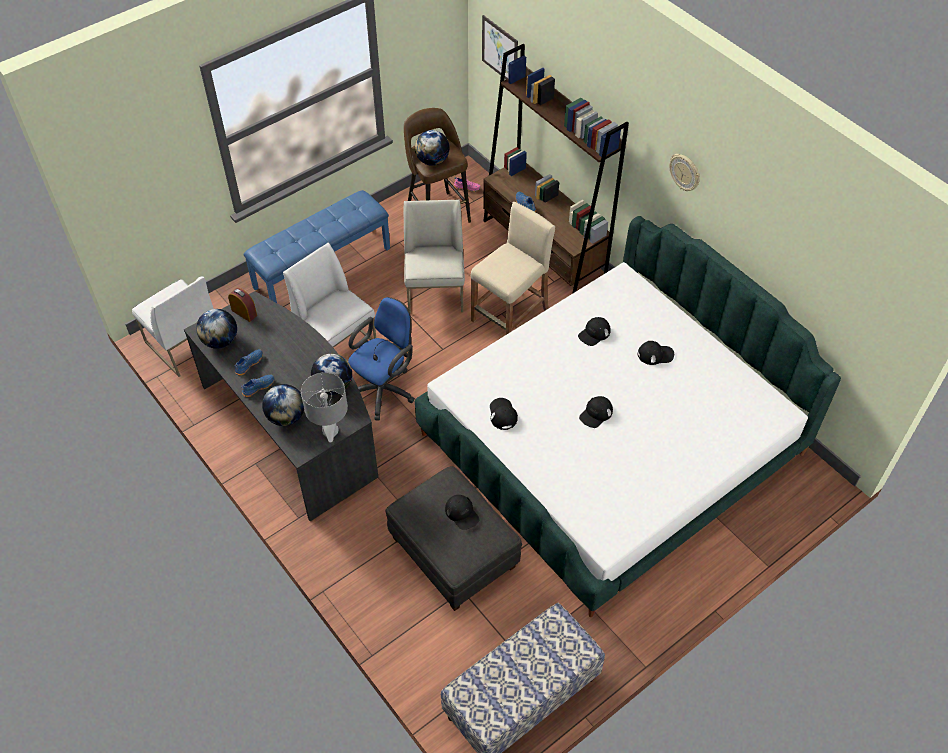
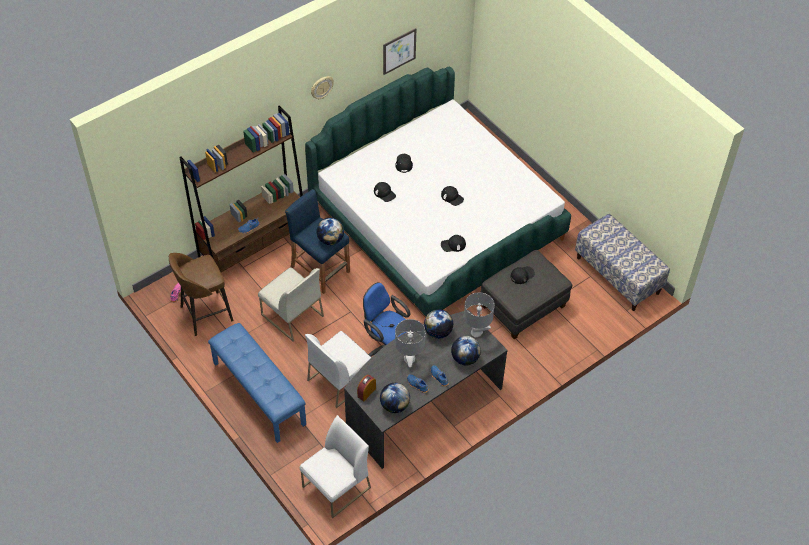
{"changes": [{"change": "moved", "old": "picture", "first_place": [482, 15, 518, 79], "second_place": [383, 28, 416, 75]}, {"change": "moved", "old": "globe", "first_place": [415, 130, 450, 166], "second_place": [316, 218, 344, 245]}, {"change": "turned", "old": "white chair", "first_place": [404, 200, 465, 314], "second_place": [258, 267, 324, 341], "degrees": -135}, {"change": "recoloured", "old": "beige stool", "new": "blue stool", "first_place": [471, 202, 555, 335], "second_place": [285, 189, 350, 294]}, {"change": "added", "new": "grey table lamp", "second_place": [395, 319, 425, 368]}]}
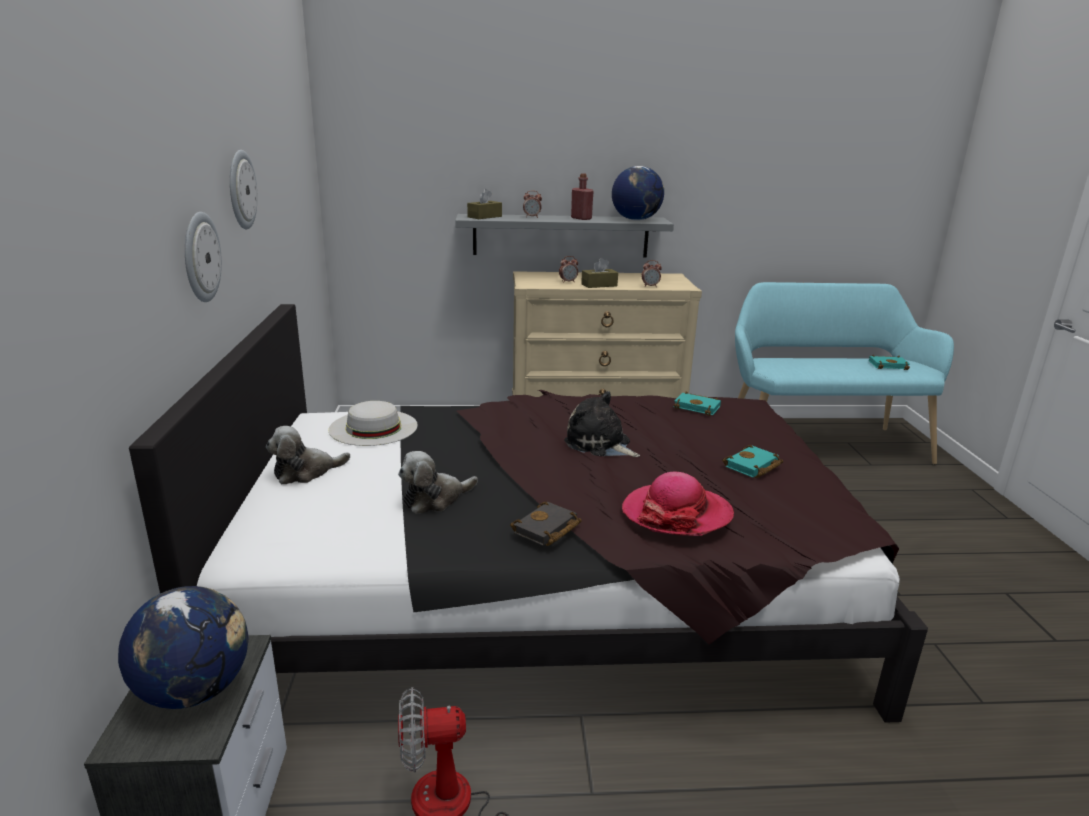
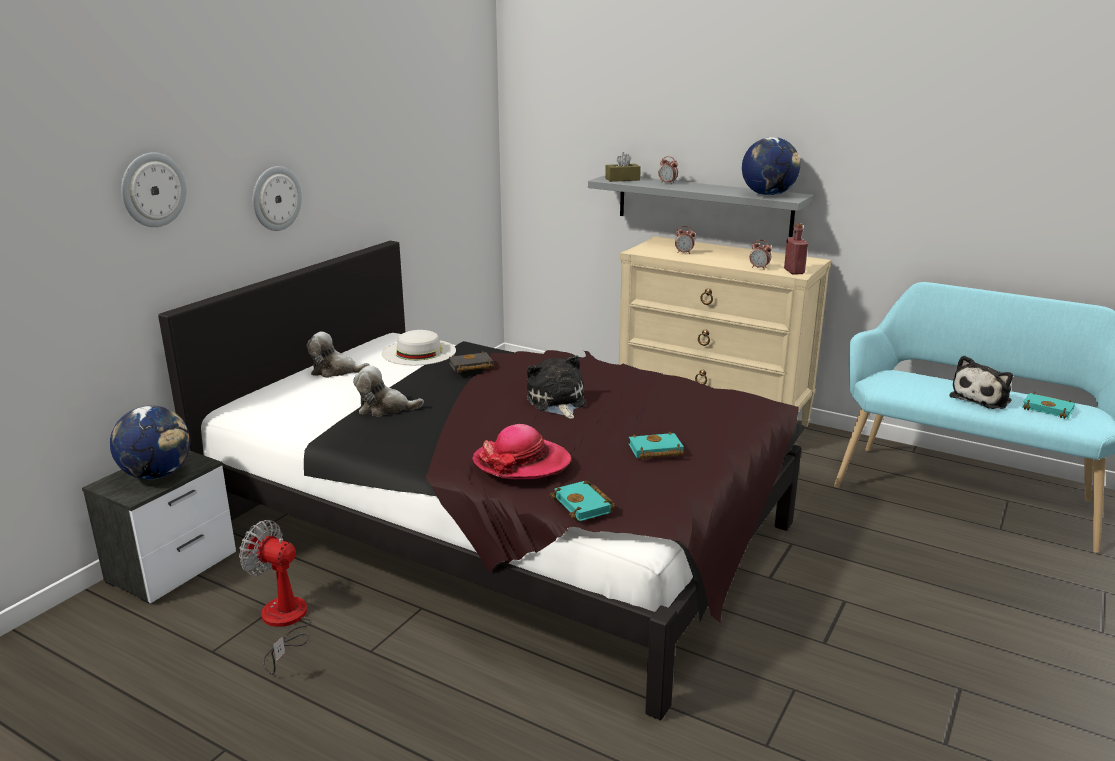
{"changes": [{"change": "moved", "old": "wall clock", "first_place": [230, 150, 257, 230], "second_place": [121, 152, 187, 227]}, {"change": "moved", "old": "red bottle", "first_place": [571, 173, 594, 220], "second_place": [784, 223, 808, 275]}, {"change": "removed", "old": "brown tissue box", "first_place": [581, 258, 618, 288]}, {"change": "moved", "old": "turquoise book", "first_place": [674, 391, 721, 416], "second_place": [550, 481, 616, 521]}, {"change": "moved", "old": "black book", "first_place": [510, 501, 582, 546], "second_place": [449, 351, 493, 373]}, {"change": "added", "new": "plush toy", "second_place": [949, 356, 1013, 409]}]}
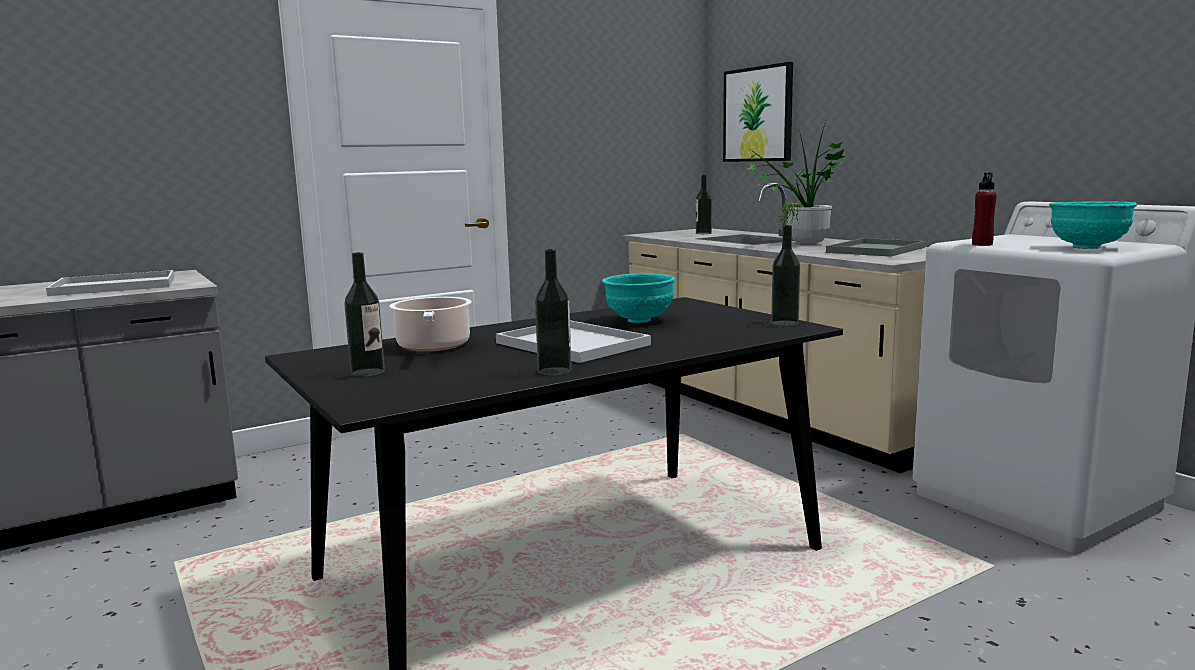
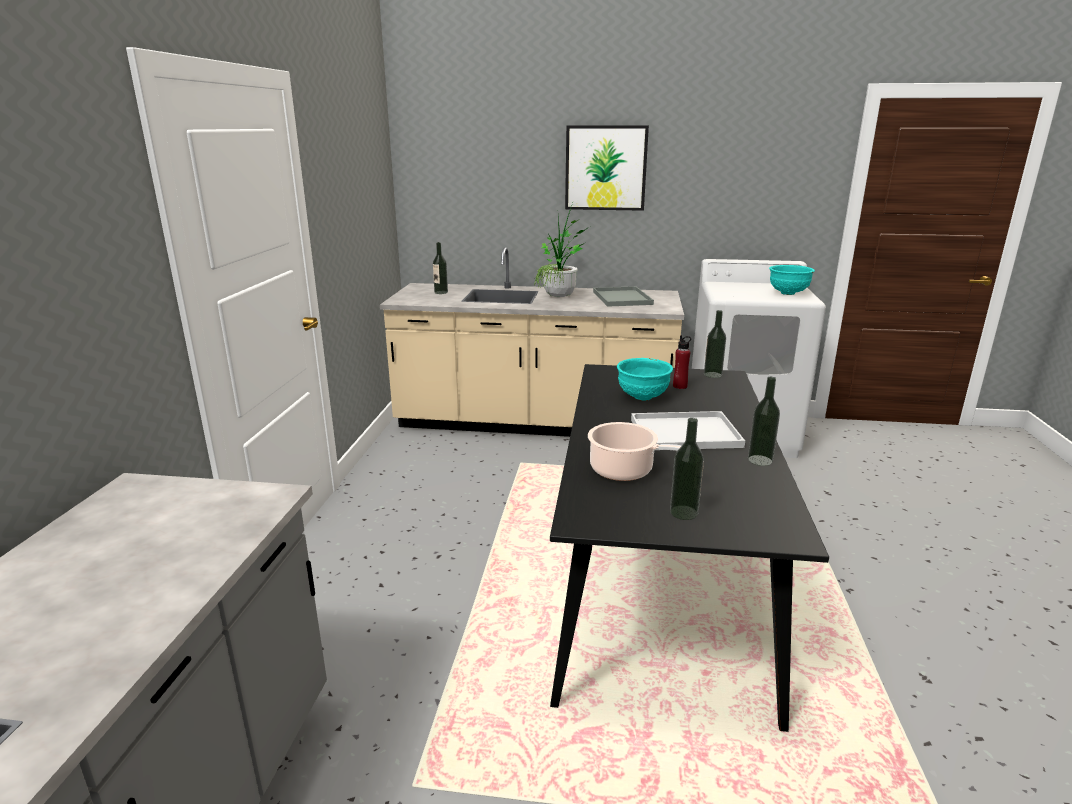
{"changes": [{"change": "moved", "old": "picture", "first_place": [723, 62, 793, 162], "second_place": [565, 125, 649, 211]}, {"change": "moved", "old": "red bottle", "first_place": [972, 173, 997, 246], "second_place": [673, 335, 691, 389]}, {"change": "removed", "old": "white tray", "first_place": [46, 270, 174, 296]}]}
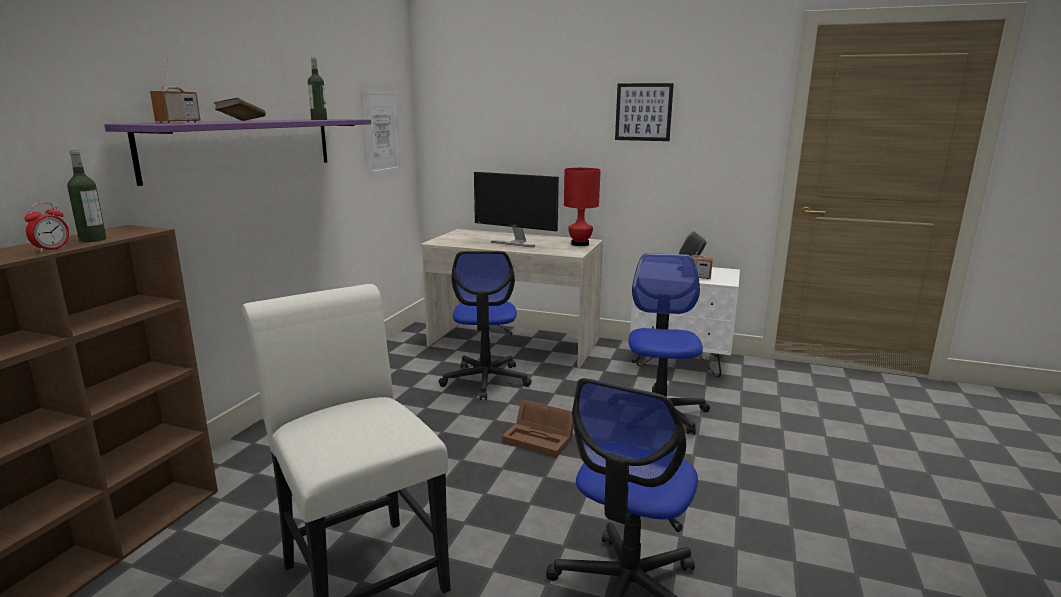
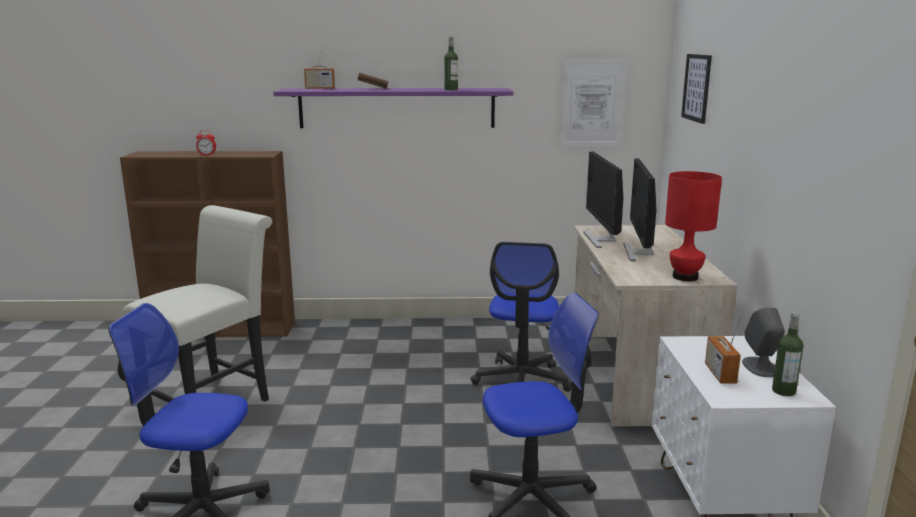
{"changes": [{"change": "moved", "old": "picture", "first_place": [615, 83, 674, 141], "second_place": [681, 54, 712, 124]}, {"change": "moved", "old": "bottle", "first_place": [67, 150, 106, 242], "second_place": [772, 312, 803, 396]}, {"change": "turned", "old": "office chair", "first_place": [438, 251, 532, 400], "second_place": [471, 242, 572, 392], "degrees": -60}, {"change": "removed", "old": "brown storage box", "first_place": [502, 400, 574, 458]}, {"change": "added", "new": "monitor", "second_place": [584, 152, 623, 248]}]}
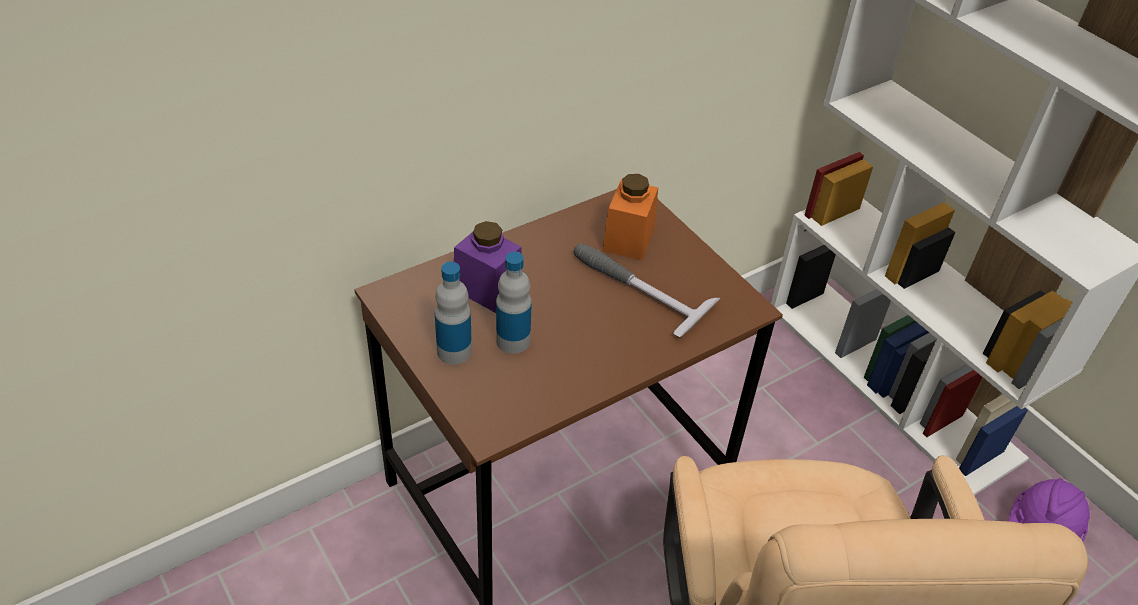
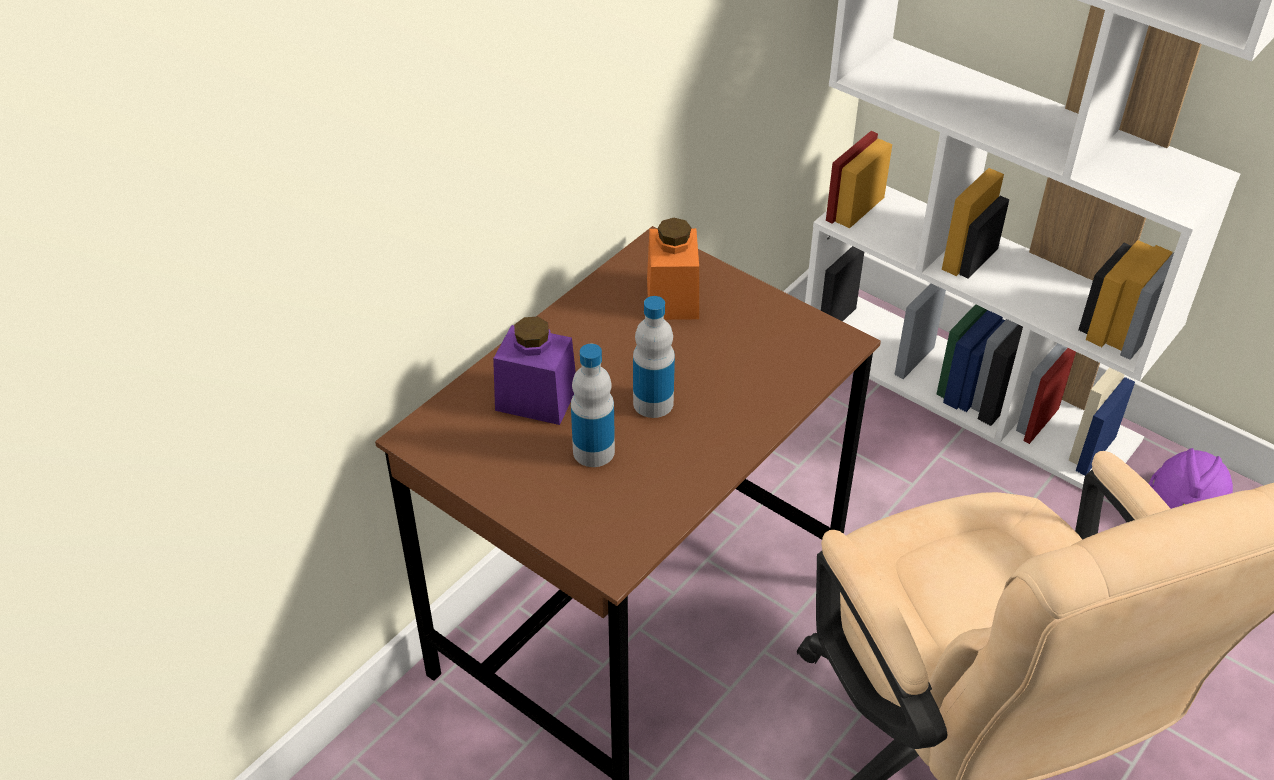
{"changes": [{"change": "removed", "old": "hammer", "first_place": [574, 244, 720, 337]}, {"change": "moved", "old": "bottle", "first_place": [435, 262, 472, 364], "second_place": [633, 296, 675, 418]}]}
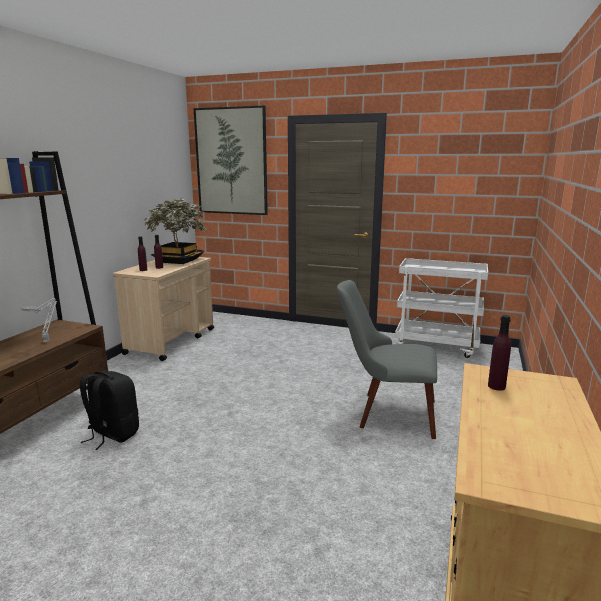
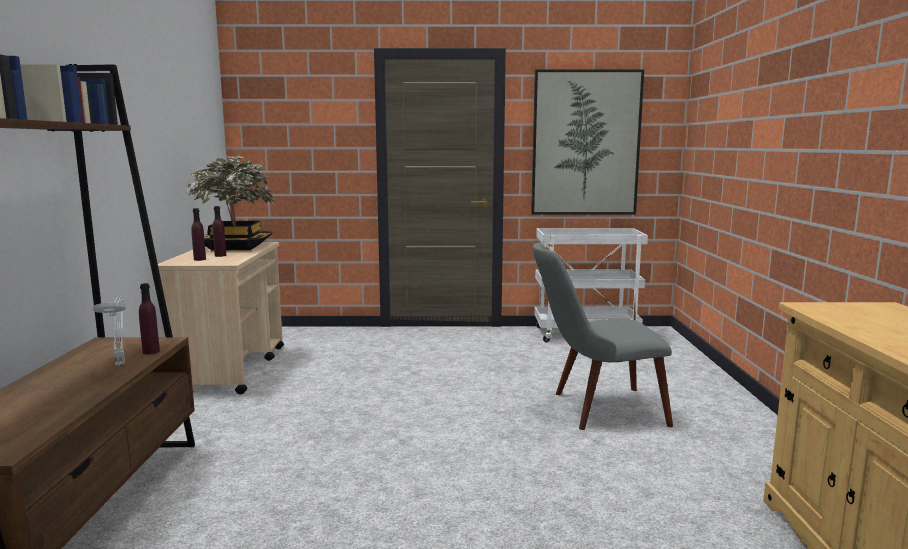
{"changes": [{"change": "moved", "old": "picture", "first_place": [194, 106, 268, 215], "second_place": [531, 69, 644, 215]}, {"change": "moved", "old": "purple bottle", "first_place": [488, 315, 511, 391], "second_place": [139, 283, 160, 355]}, {"change": "removed", "old": "black backpack", "first_place": [80, 371, 139, 450]}]}
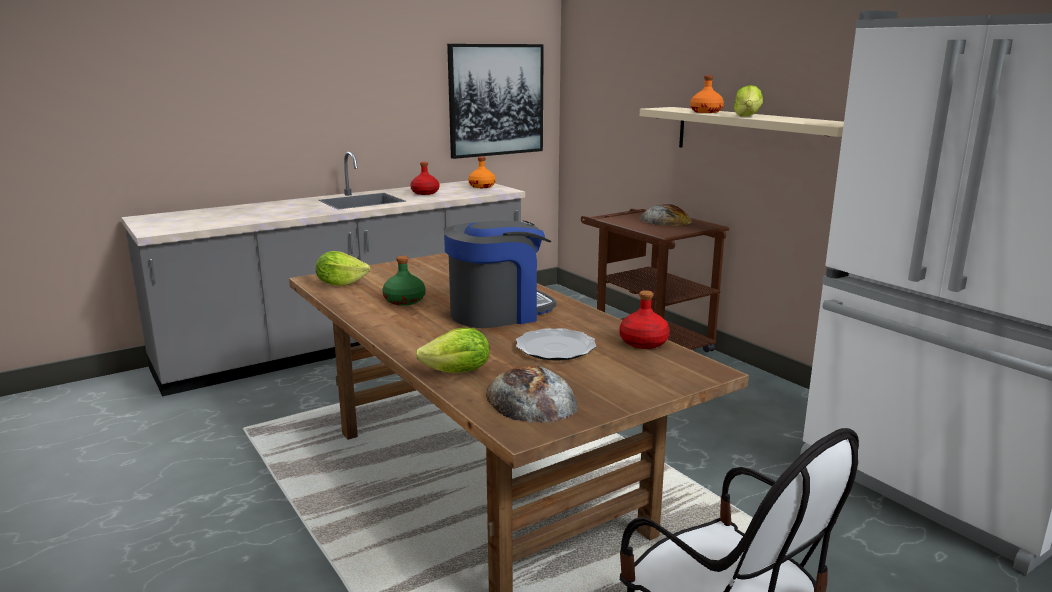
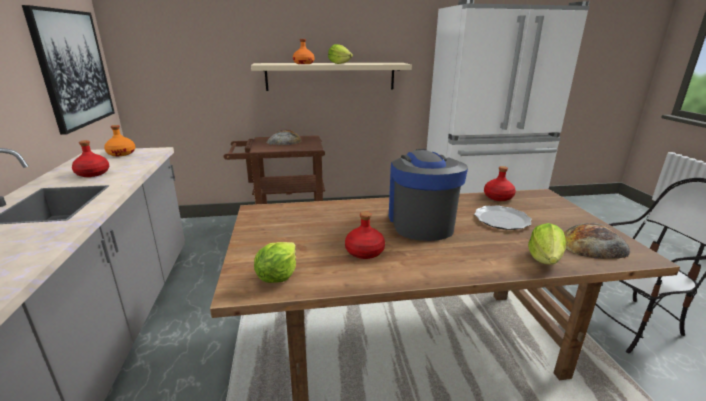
{"changes": [{"change": "recoloured", "old": "green bottle", "new": "red bottle", "first_place": [382, 256, 425, 306], "second_place": [345, 211, 385, 259]}]}
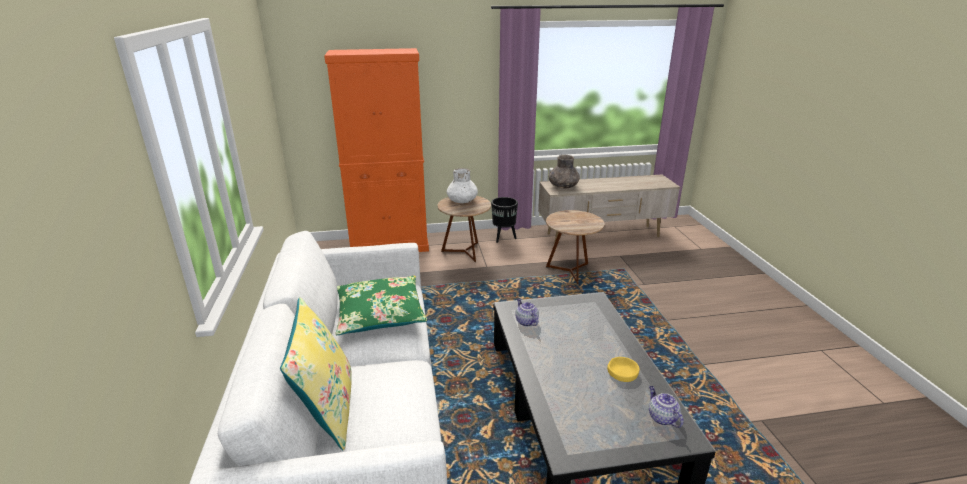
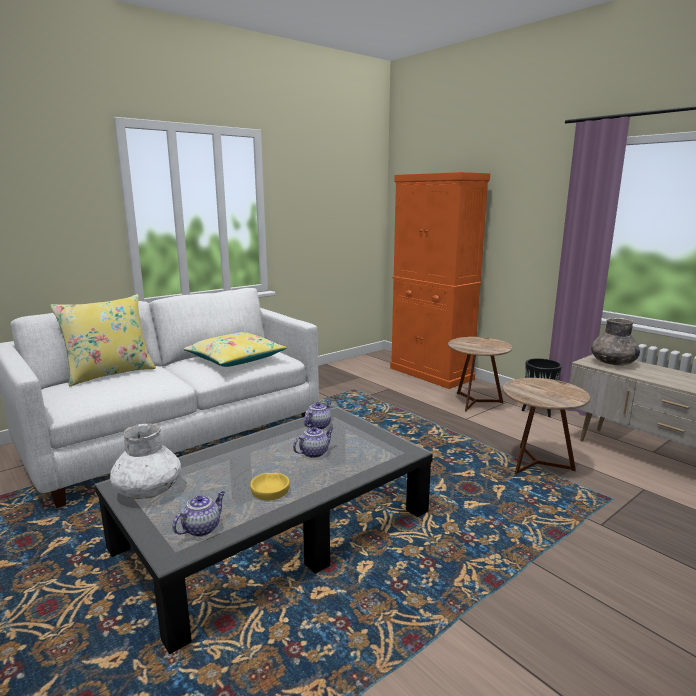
{"changes": [{"change": "moved", "old": "white vase", "first_place": [447, 168, 478, 203], "second_place": [110, 423, 181, 499]}, {"change": "recoloured", "old": "green pillow", "new": "yellow pillow", "first_place": [336, 276, 427, 335], "second_place": [183, 332, 287, 367]}, {"change": "added", "new": "teapot", "second_place": [293, 427, 334, 458]}]}
